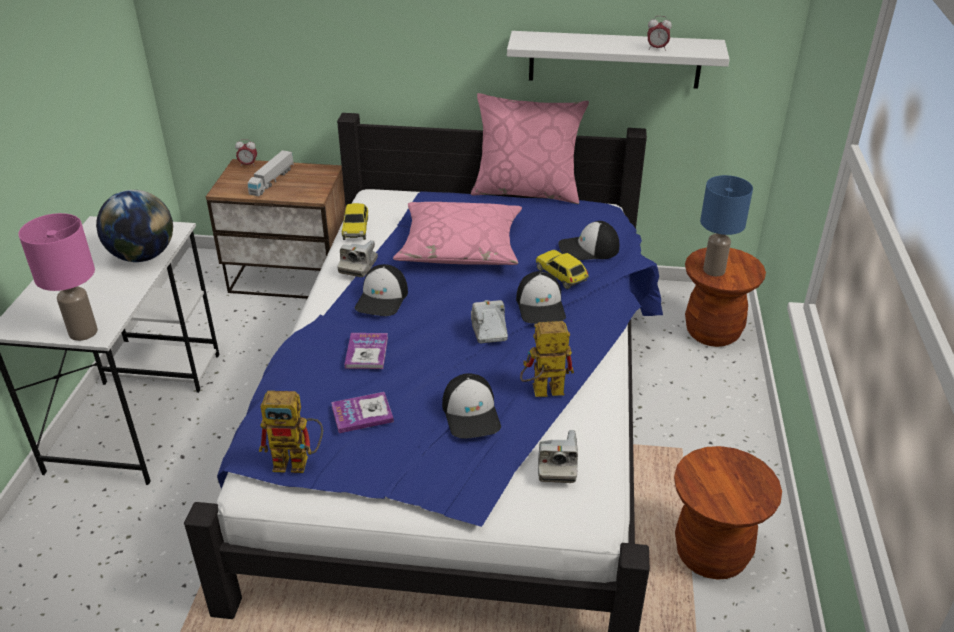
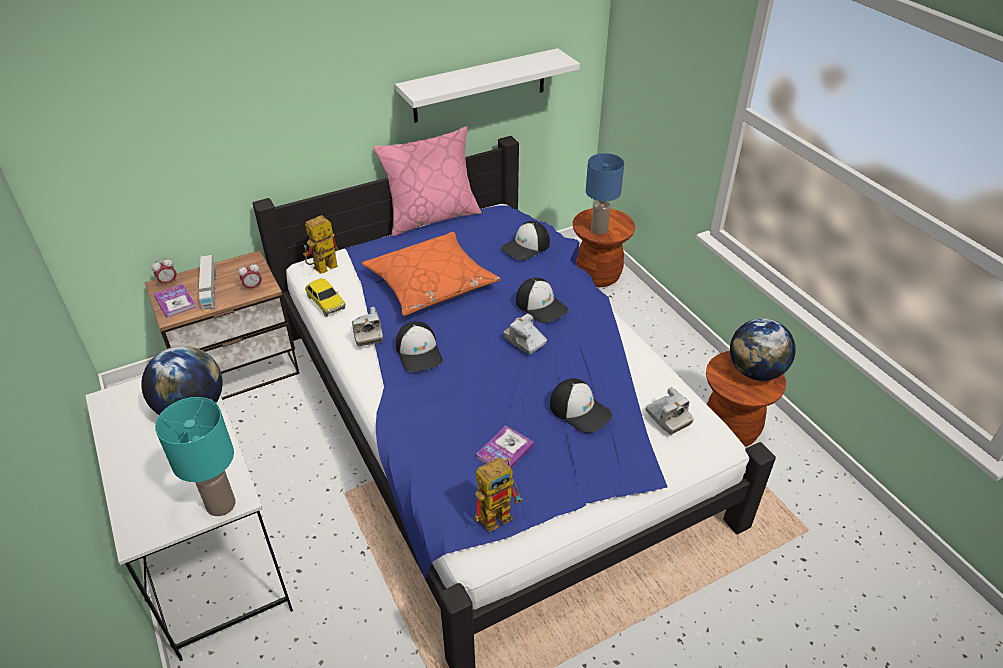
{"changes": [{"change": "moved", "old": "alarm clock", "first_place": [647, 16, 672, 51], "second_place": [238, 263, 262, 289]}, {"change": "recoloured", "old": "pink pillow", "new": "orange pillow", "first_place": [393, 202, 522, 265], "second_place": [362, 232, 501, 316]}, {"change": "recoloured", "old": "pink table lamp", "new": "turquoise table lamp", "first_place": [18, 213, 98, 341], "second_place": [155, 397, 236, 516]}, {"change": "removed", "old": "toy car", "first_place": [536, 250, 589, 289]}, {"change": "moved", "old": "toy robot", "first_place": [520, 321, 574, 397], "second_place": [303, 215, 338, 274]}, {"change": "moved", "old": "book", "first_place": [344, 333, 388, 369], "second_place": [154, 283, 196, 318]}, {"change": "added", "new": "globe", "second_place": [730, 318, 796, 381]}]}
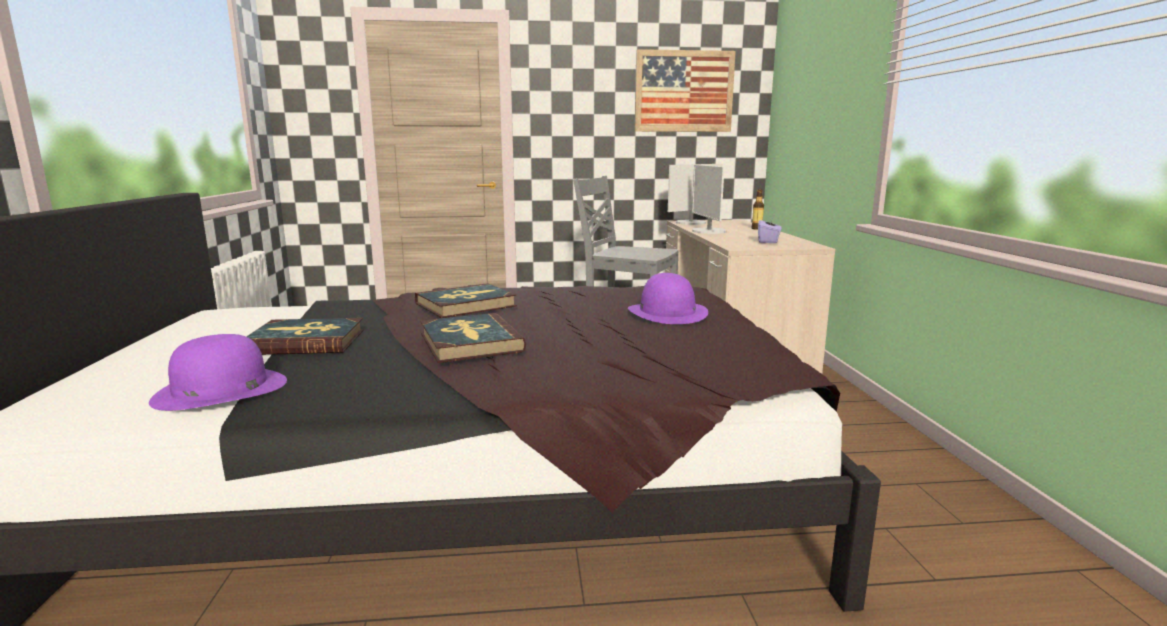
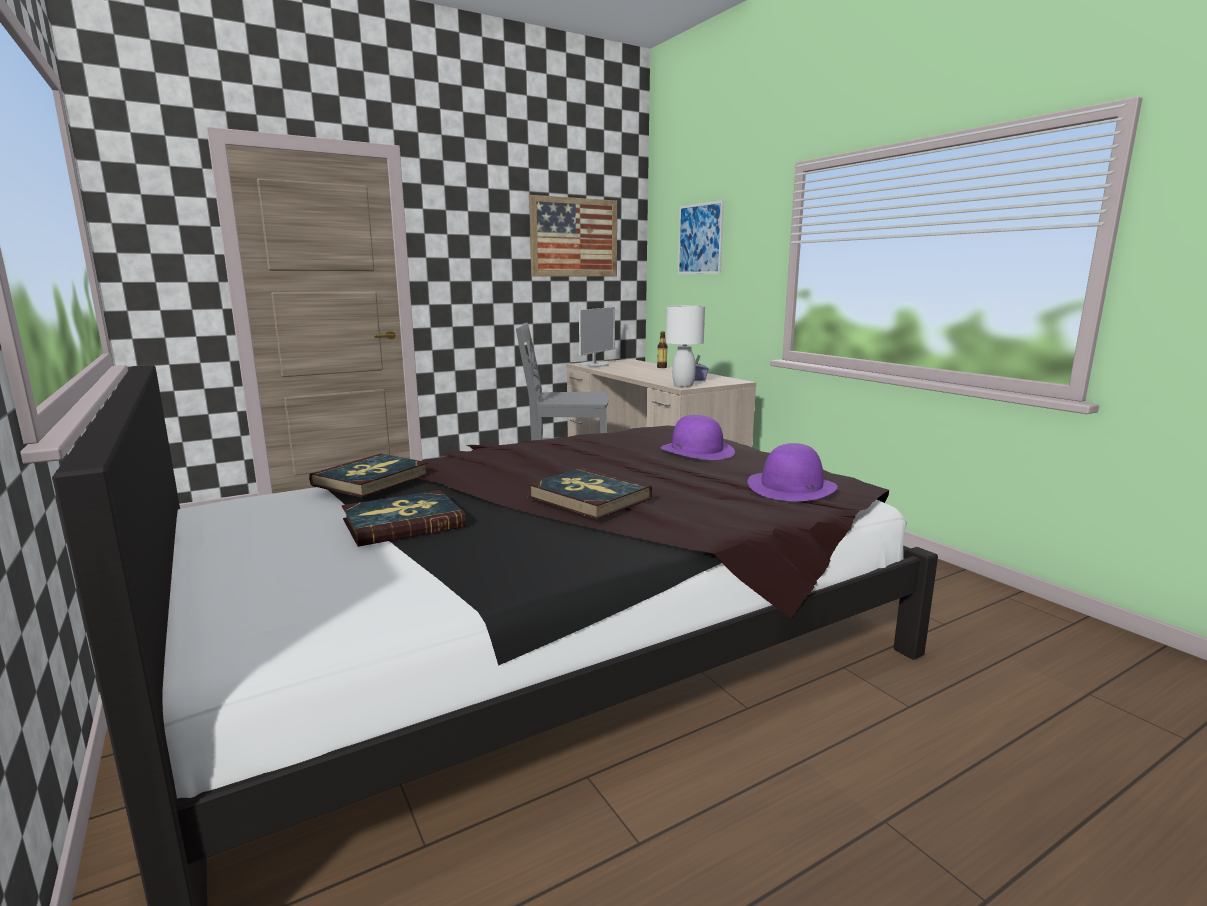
{"changes": [{"change": "removed", "old": "monitor", "first_place": [692, 165, 726, 234]}, {"change": "moved", "old": "book", "first_place": [415, 283, 517, 318], "second_place": [309, 454, 429, 498]}, {"change": "moved", "old": "purple hat", "first_place": [149, 334, 287, 411], "second_place": [748, 443, 838, 502]}, {"change": "added", "new": "picture", "second_place": [678, 200, 724, 274]}, {"change": "added", "new": "white table lamp", "second_place": [666, 306, 705, 387]}]}
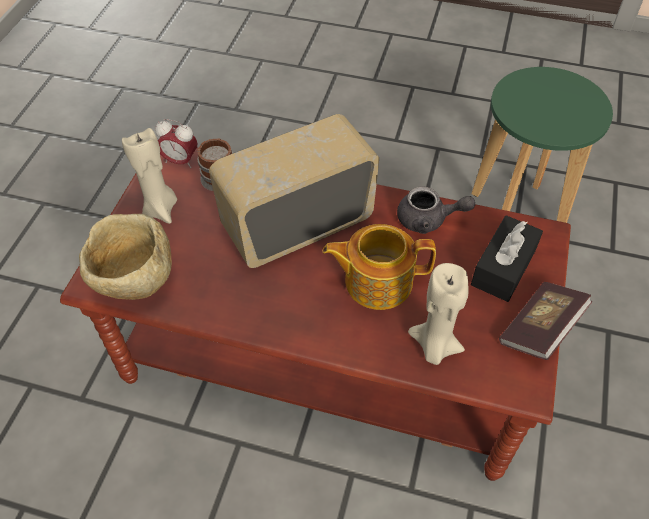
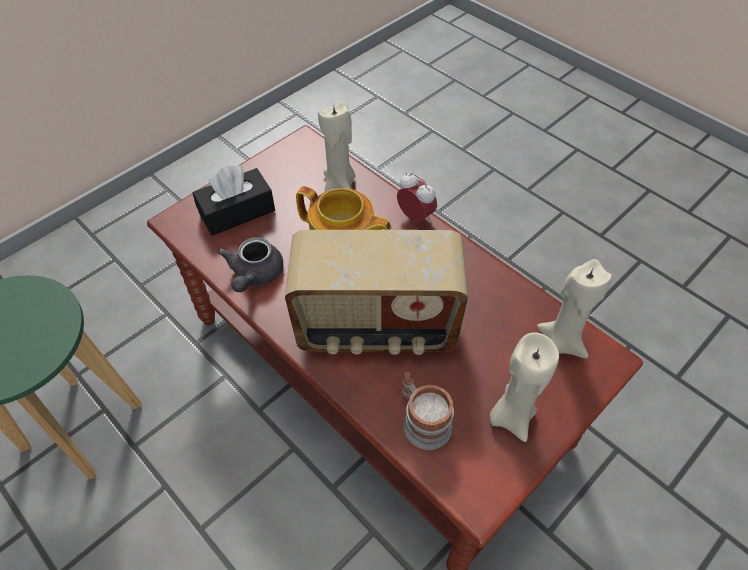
{"changes": [{"change": "moved", "old": "alarm clock", "first_place": [155, 119, 197, 168], "second_place": [397, 173, 437, 222]}, {"change": "turned", "old": "grey teapot", "first_place": [397, 186, 475, 234], "second_place": [217, 237, 283, 292], "degrees": -120}, {"change": "replaced", "old": "beige bowl", "new": "beige candle", "first_place": [79, 214, 172, 300], "second_place": [537, 259, 612, 358]}, {"change": "removed", "old": "book", "first_place": [499, 282, 593, 360]}]}
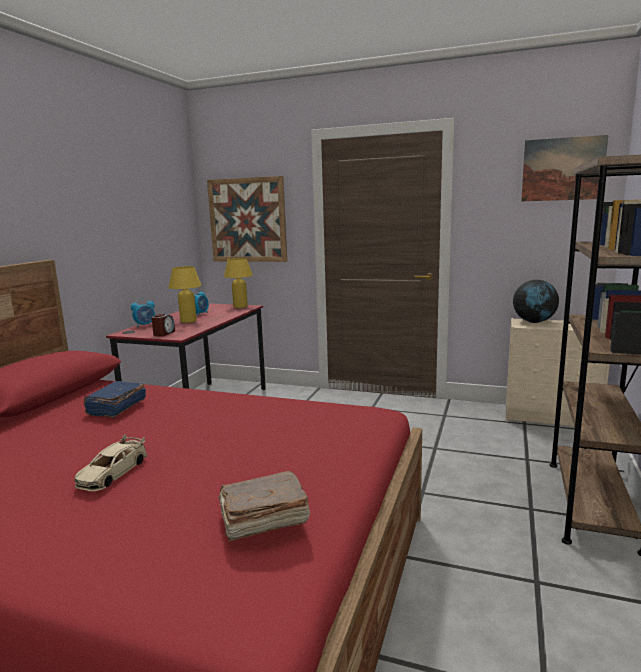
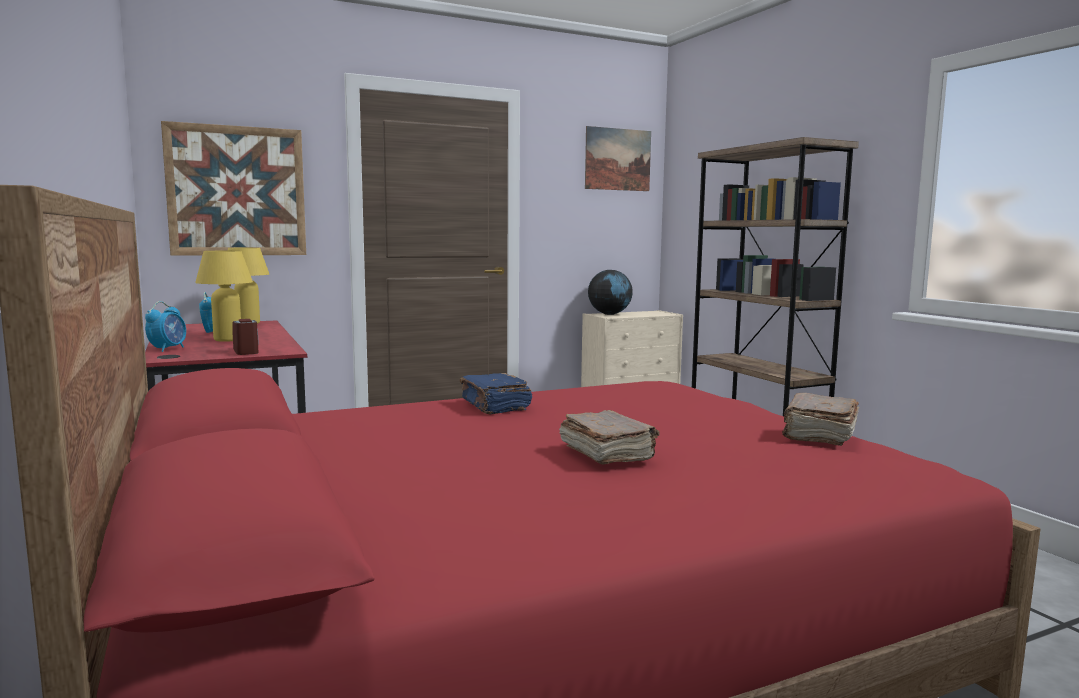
{"changes": [{"change": "moved", "old": "blue book", "first_place": [84, 381, 146, 418], "second_place": [460, 373, 532, 414]}, {"change": "replaced", "old": "beige toy car", "new": "brown book", "first_place": [74, 434, 148, 491], "second_place": [559, 410, 660, 464]}]}
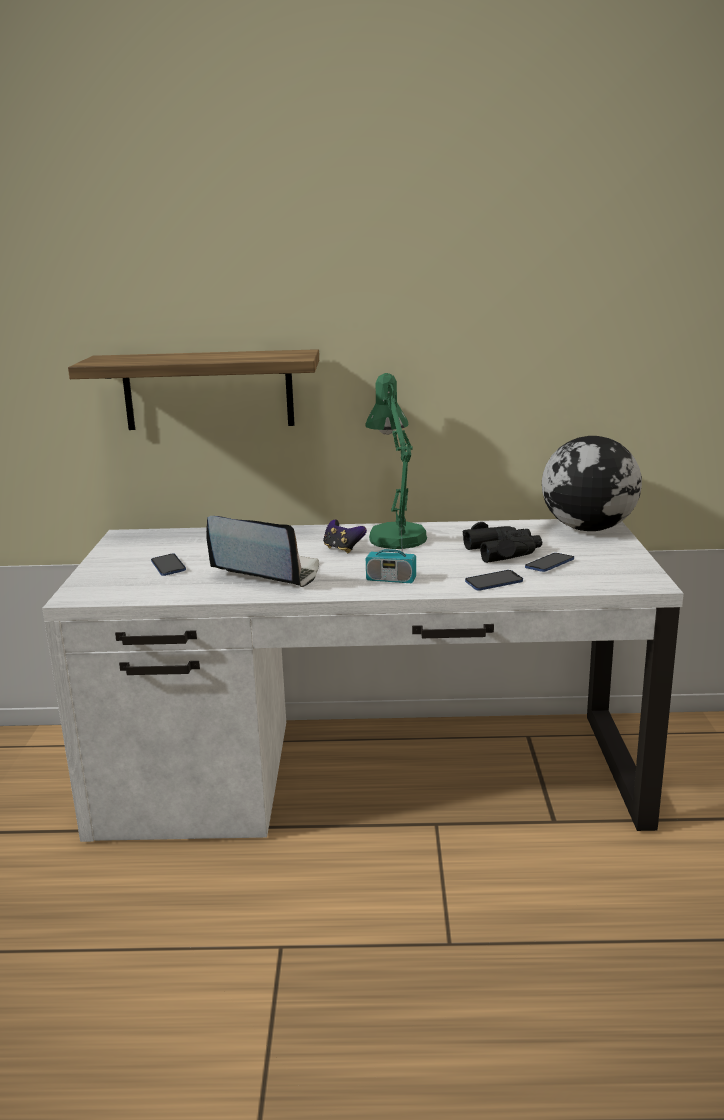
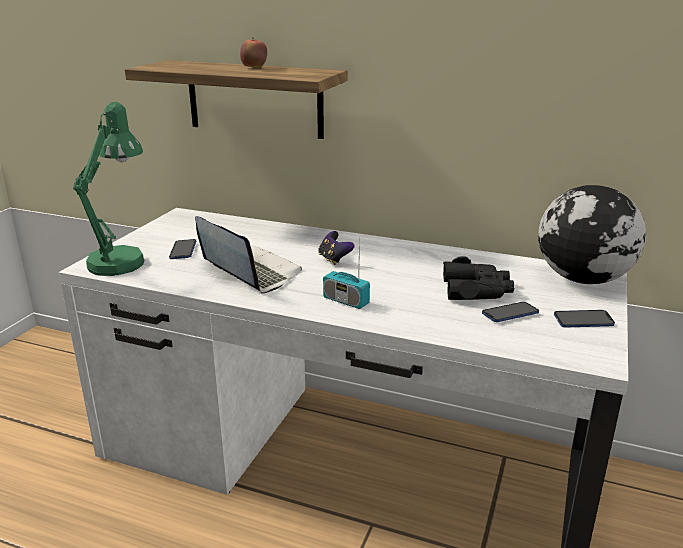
{"changes": [{"change": "moved", "old": "green table lamp", "first_place": [365, 373, 427, 549], "second_place": [73, 102, 144, 276]}, {"change": "moved", "old": "phone", "first_place": [465, 570, 523, 591], "second_place": [554, 310, 615, 327]}, {"change": "added", "new": "apple", "second_place": [240, 37, 267, 68]}]}
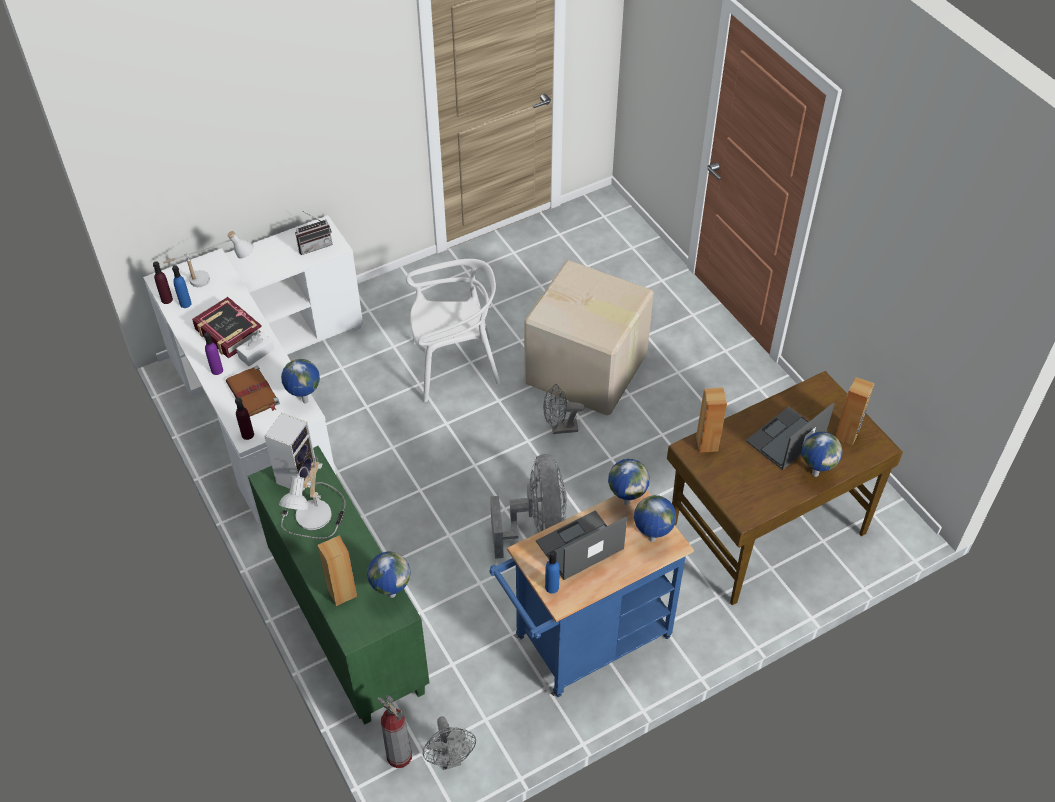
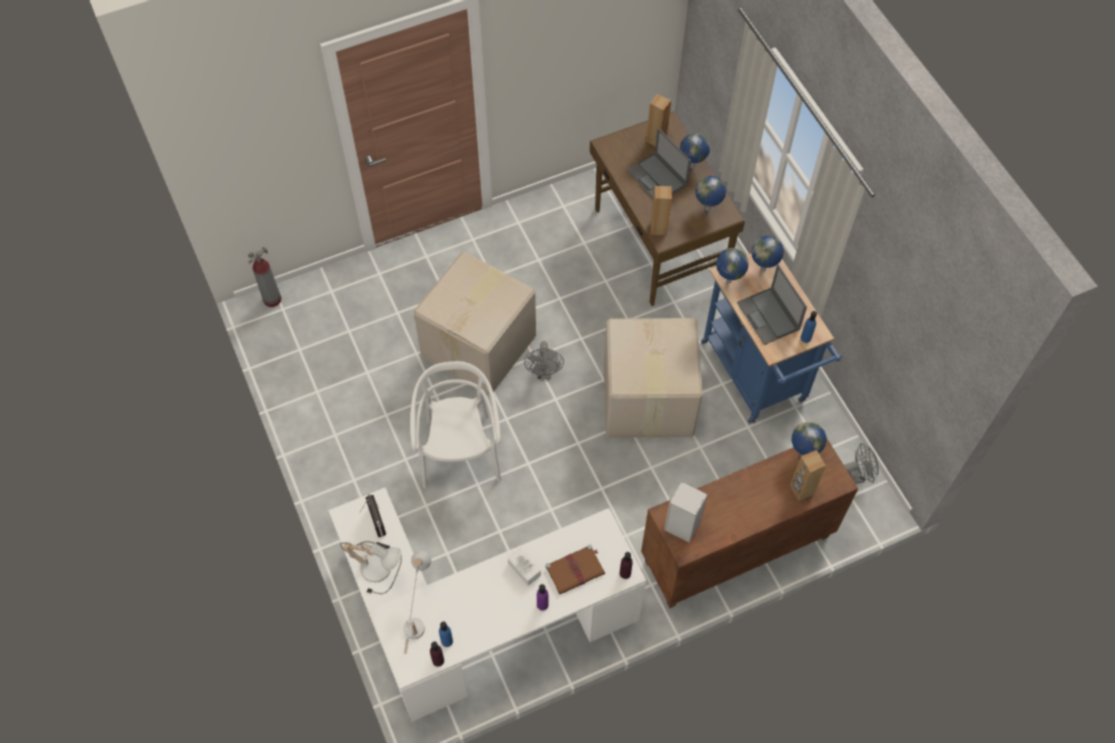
{"changes": [{"change": "removed", "old": "book", "first_place": [192, 297, 262, 359]}, {"change": "moved", "old": "globe", "first_place": [281, 359, 320, 403], "second_place": [695, 176, 726, 211]}, {"change": "recoloured", "old": "green cabinet", "new": "brown cabinet", "first_place": [248, 446, 429, 725], "second_place": [641, 438, 858, 608]}, {"change": "replaced", "old": "grey fan", "new": "cardboard box", "first_place": [490, 454, 567, 559], "second_place": [604, 318, 703, 438]}, {"change": "moved", "old": "table lamp", "first_place": [279, 457, 346, 539], "second_place": [340, 541, 402, 594]}, {"change": "moved", "old": "fire extinguisher", "first_place": [377, 695, 412, 768], "second_place": [248, 247, 281, 307]}]}
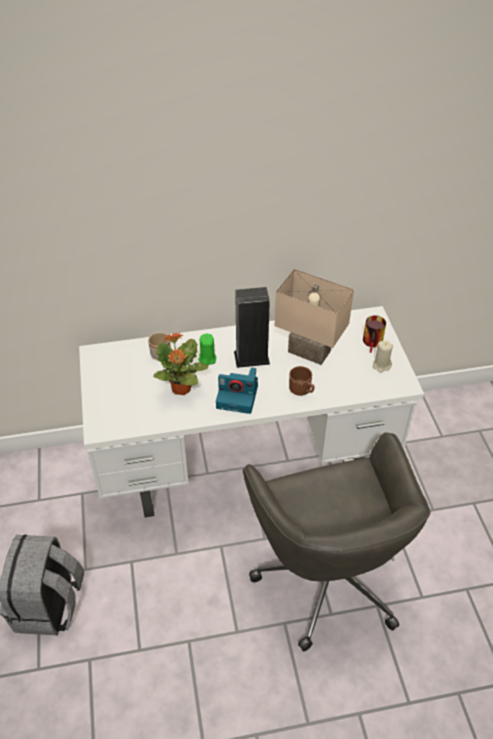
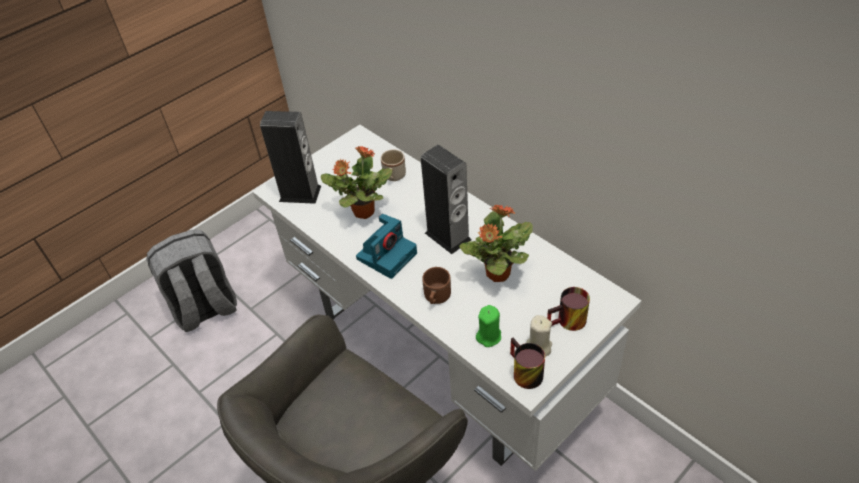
{"changes": [{"change": "replaced", "old": "beige table lamp", "new": "potted plant", "first_place": [275, 269, 354, 365], "second_place": [459, 204, 533, 282]}, {"change": "moved", "old": "green candle", "first_place": [199, 334, 216, 365], "second_place": [476, 305, 501, 347]}, {"change": "turned", "old": "photo camera", "first_place": [216, 368, 258, 414], "second_place": [356, 214, 417, 279], "degrees": -120}, {"change": "added", "new": "speaker", "second_place": [260, 111, 321, 204]}, {"change": "added", "new": "mug", "second_place": [510, 337, 545, 389]}]}
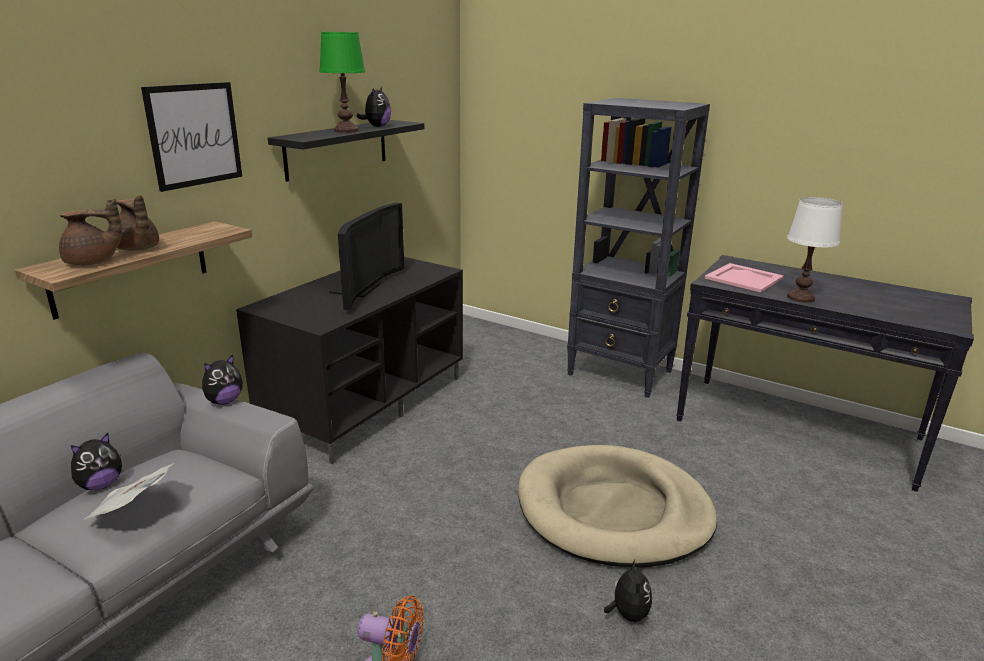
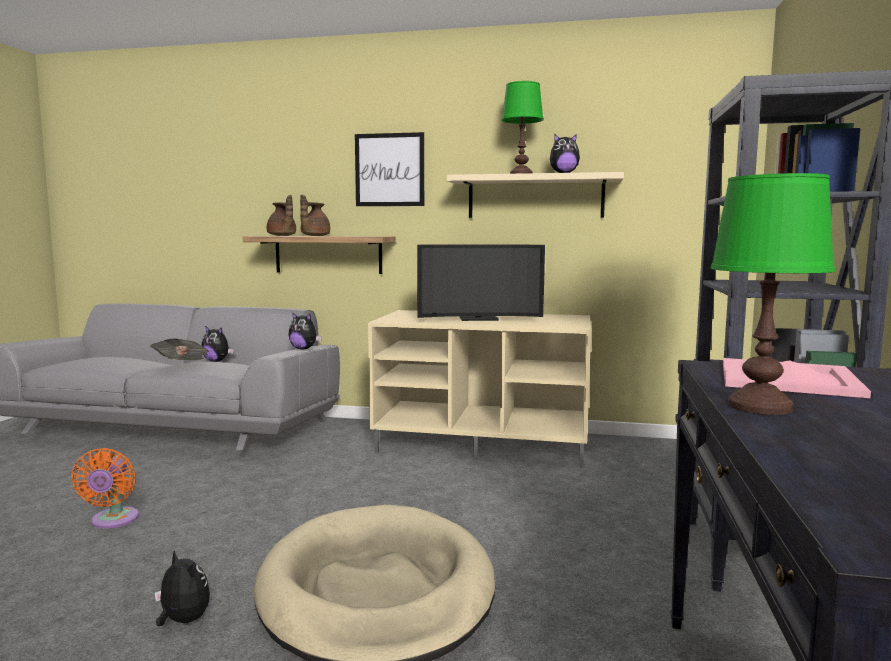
{"changes": [{"change": "recoloured", "old": "black shelf", "new": "beige shelf", "first_place": [268, 120, 424, 182], "second_place": [447, 172, 624, 218]}, {"change": "recoloured", "old": "white table lamp", "new": "green table lamp", "first_place": [787, 197, 843, 303], "second_place": [710, 173, 835, 415]}, {"change": "recoloured", "old": "black tv stand", "new": "beige tv stand", "first_place": [236, 257, 463, 464], "second_place": [368, 310, 591, 468]}, {"change": "turned", "old": "plush toy", "first_place": [604, 560, 652, 622], "second_place": [155, 549, 210, 626], "degrees": -120}]}
